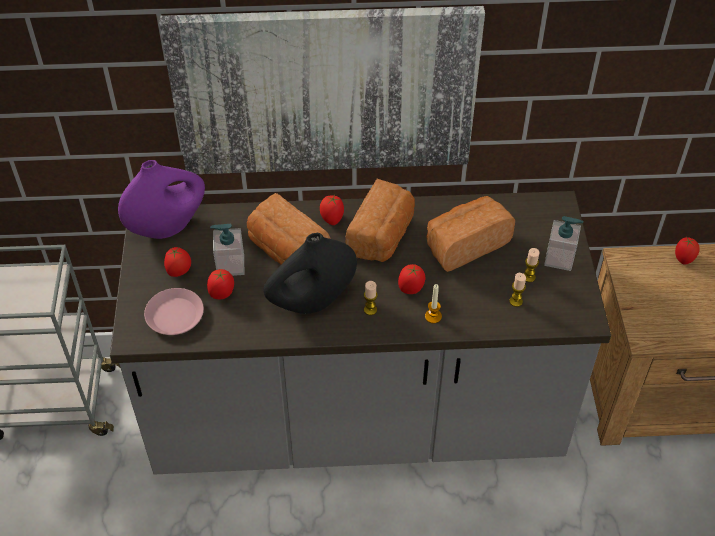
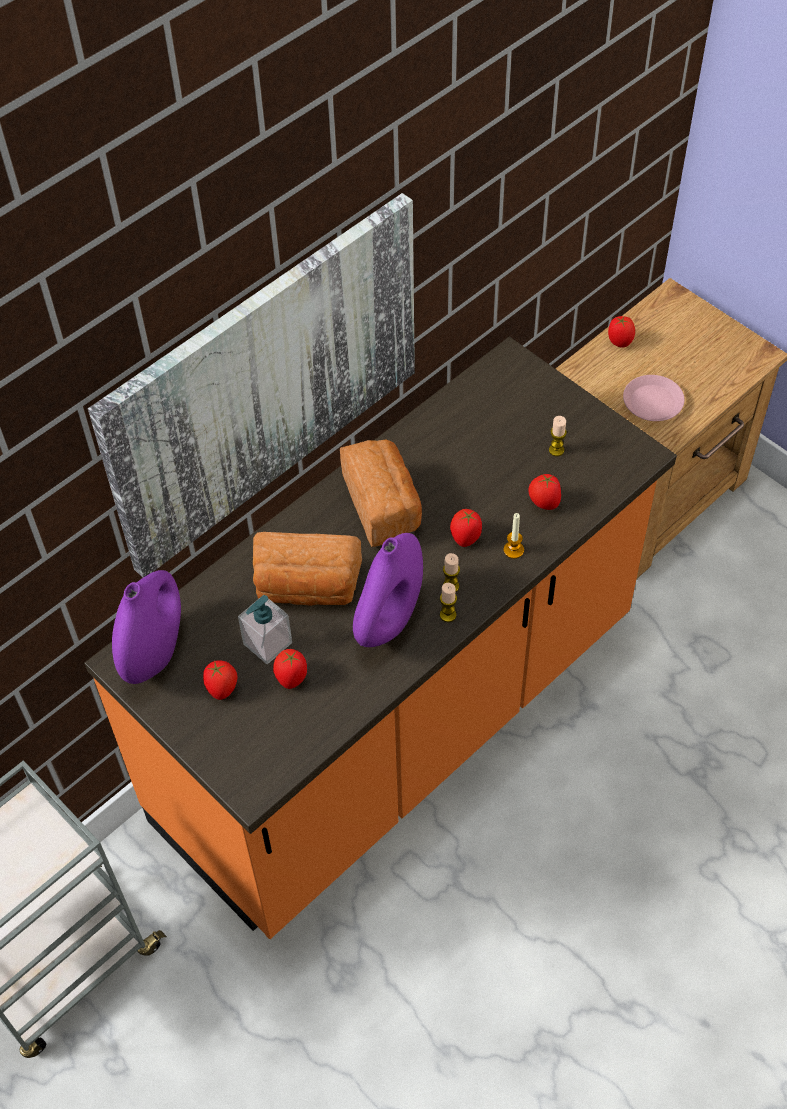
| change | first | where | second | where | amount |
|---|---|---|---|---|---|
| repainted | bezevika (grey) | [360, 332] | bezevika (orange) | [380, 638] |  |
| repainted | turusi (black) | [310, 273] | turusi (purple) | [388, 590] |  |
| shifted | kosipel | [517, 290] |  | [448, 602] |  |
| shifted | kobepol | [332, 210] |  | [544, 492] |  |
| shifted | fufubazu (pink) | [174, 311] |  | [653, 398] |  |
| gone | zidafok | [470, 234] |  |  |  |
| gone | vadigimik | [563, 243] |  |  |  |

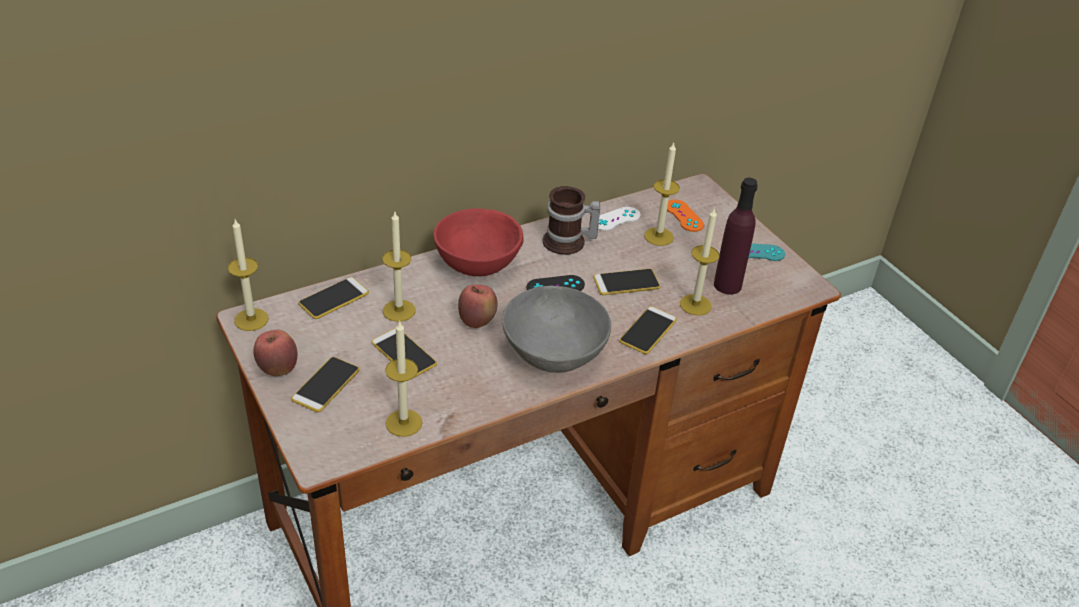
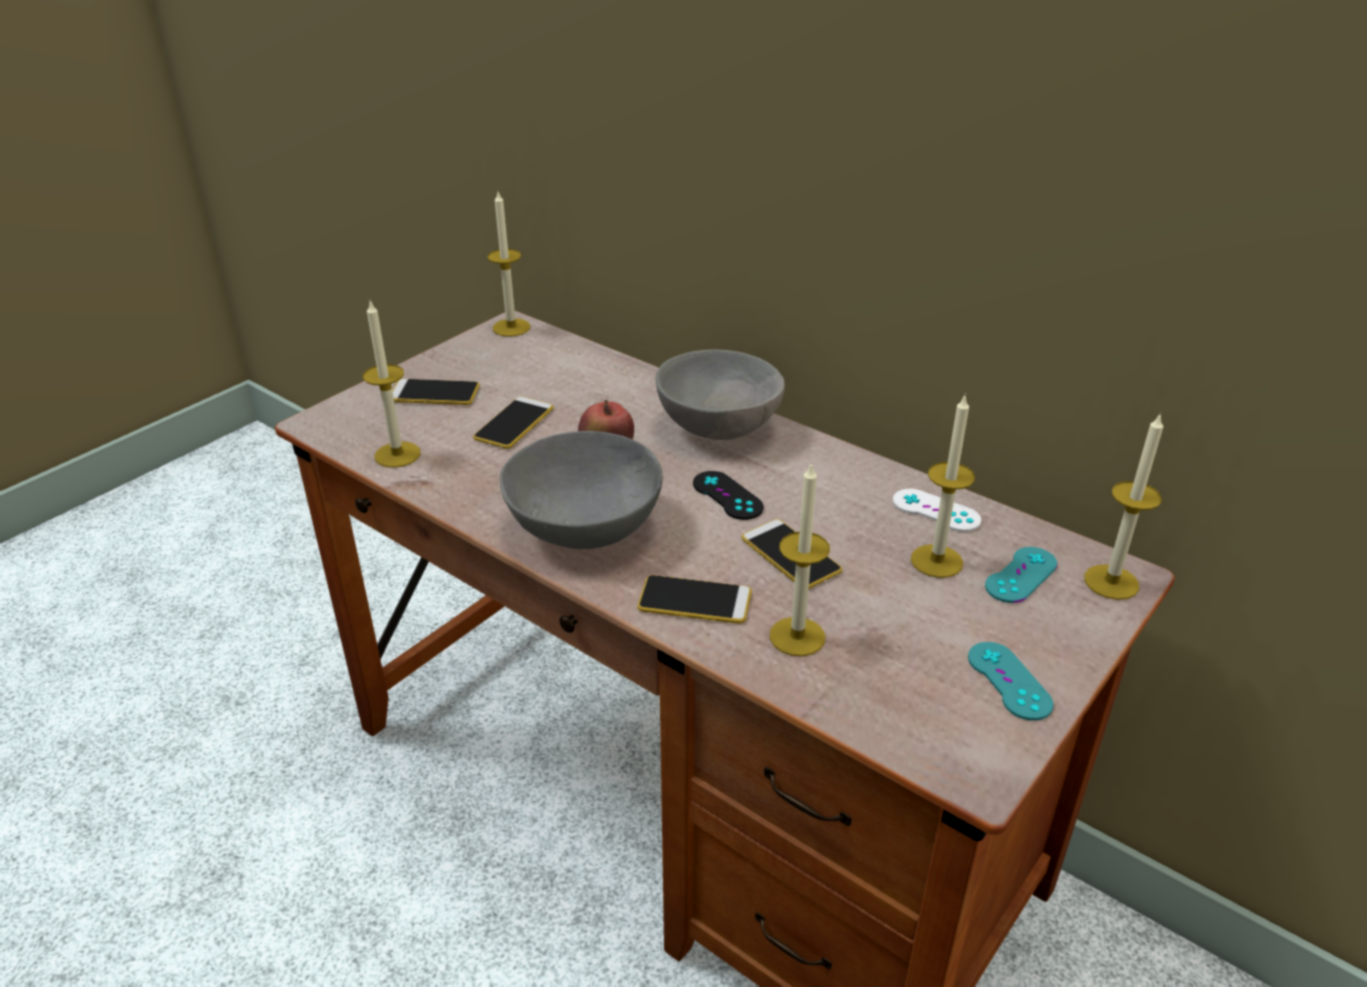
| change | first | where | second | where | amount |
|---|---|---|---|---|---|
| repainted | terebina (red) | [478, 242] | terebina (grey) | [720, 394] |  |
| repainted | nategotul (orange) | [685, 216] | nategotul (turquoise) | [1021, 575] |  |
| shifted | kosipel | [398, 267] |  | [1123, 506] |  |
| gone | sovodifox | [276, 353] |  |  |  |
| gone | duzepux | [333, 298] |  |  |  |
| gone | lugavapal | [571, 220] |  |  |  |
| gone | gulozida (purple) | [736, 236] |  |  |  |

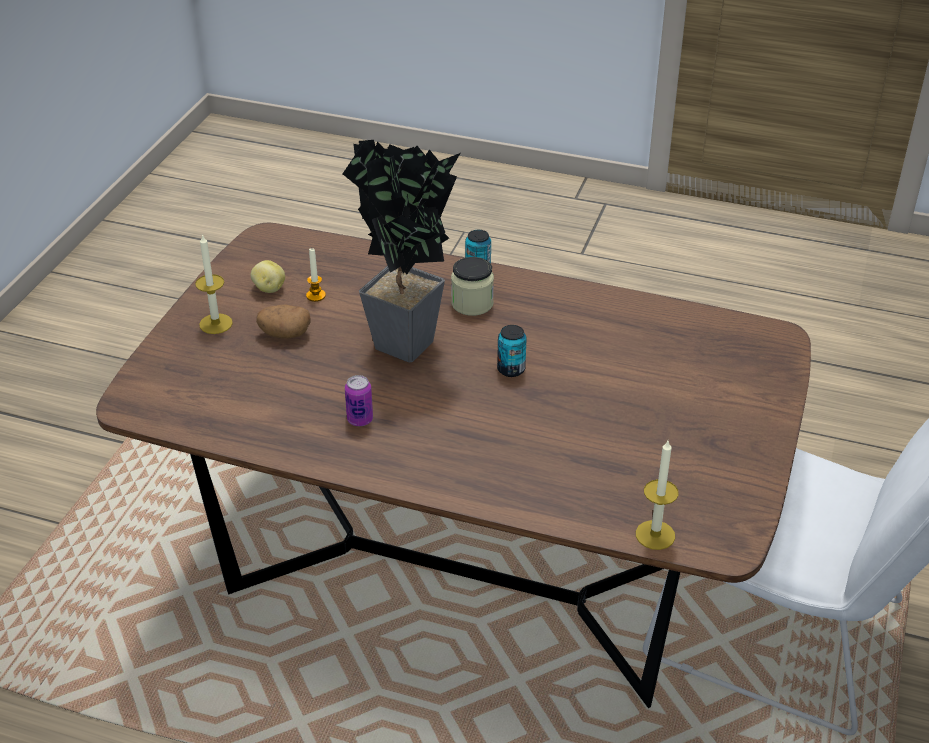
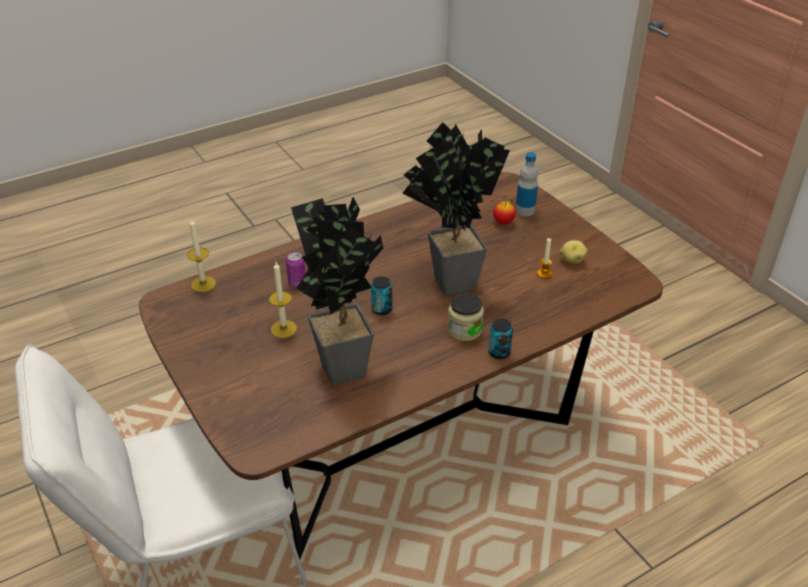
| change | first | where | second | where | amount |
|---|---|---|---|---|---|
| shifted | kosipel | [214, 284] |  | [283, 300] |  |
| shifted | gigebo | [359, 400] |  | [295, 269] |  |
| new |  |  | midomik | [337, 291] |  |
| new |  |  | sovodifox | [504, 211] |  |
| new |  |  | gulozida | [527, 184] |  |
| gone | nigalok | [283, 321] |  |  |  |

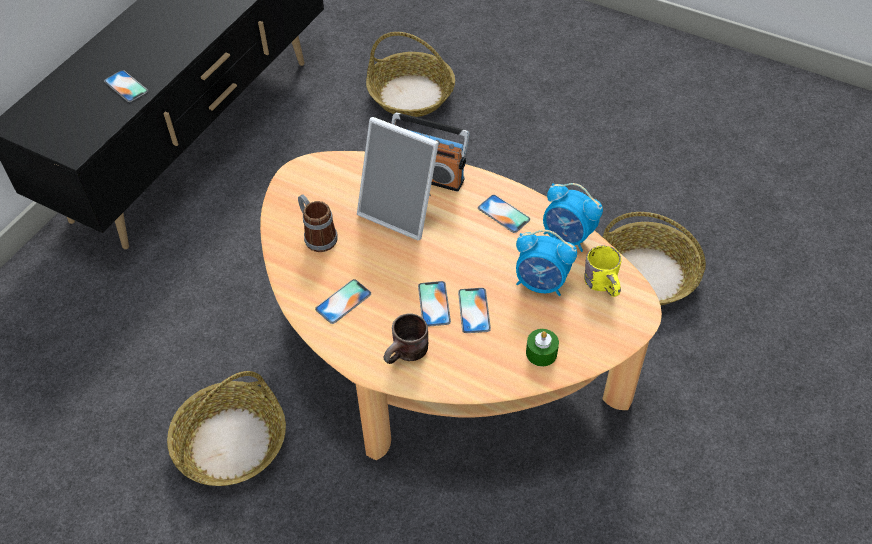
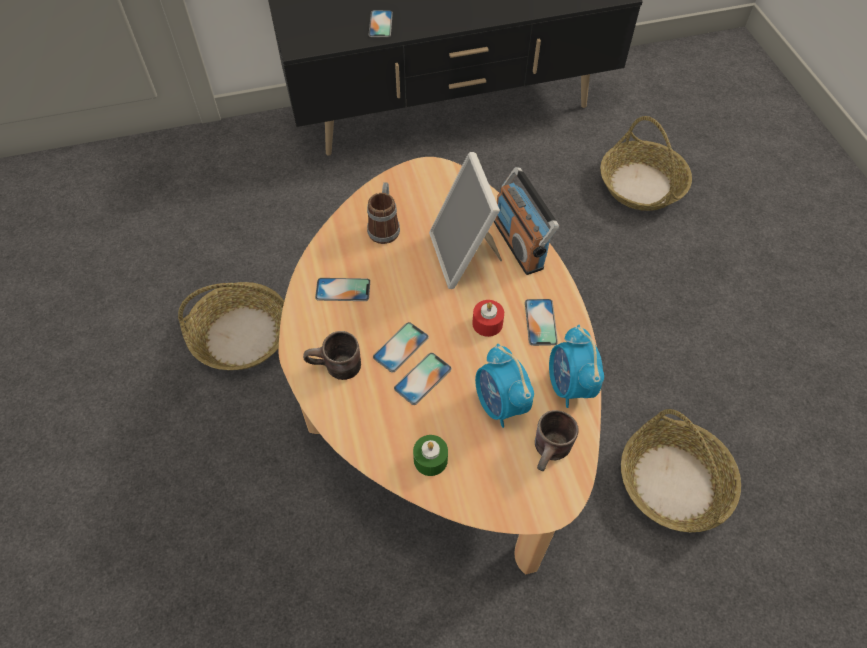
| change | first | where | second | where | amount |
|---|---|---|---|---|---|
| new |  |  | kosipel (red) | [488, 318] |  |
| repainted | lugavapal (yellow) | [603, 271] | lugavapal (brown) | [557, 440] |  |

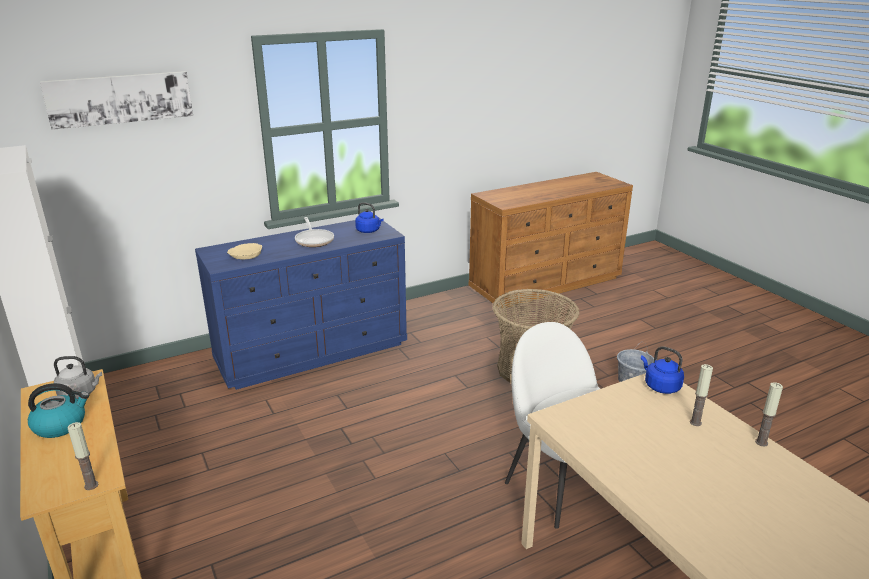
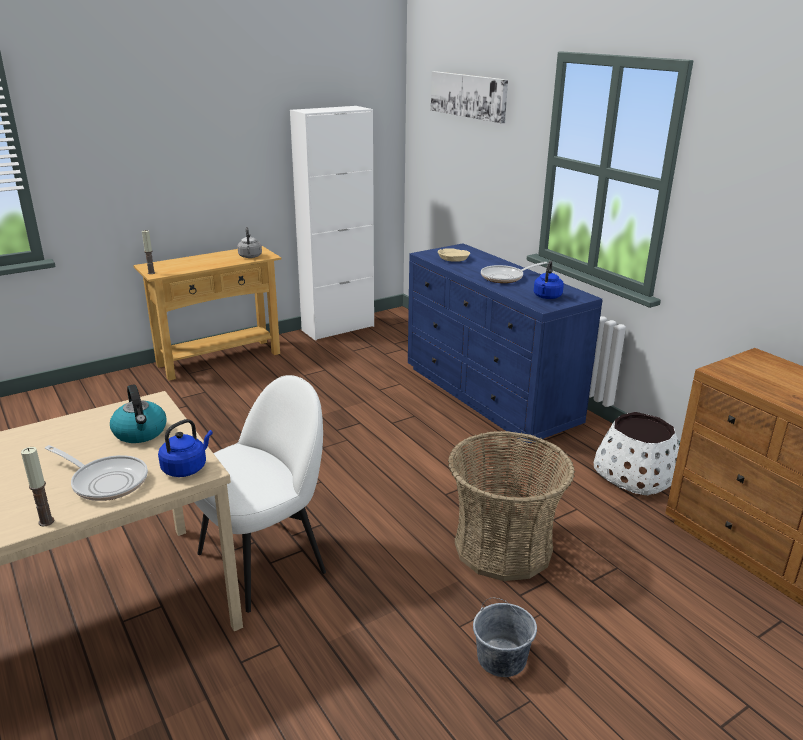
| change | first | where | second | where | amount |
|---|---|---|---|---|---|
| swapped | kosipel | [701, 395] | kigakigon | [96, 473] |  |
| shifted | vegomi | [58, 410] |  | [138, 413] |  |
| new |  |  | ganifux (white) | [636, 453] |  |

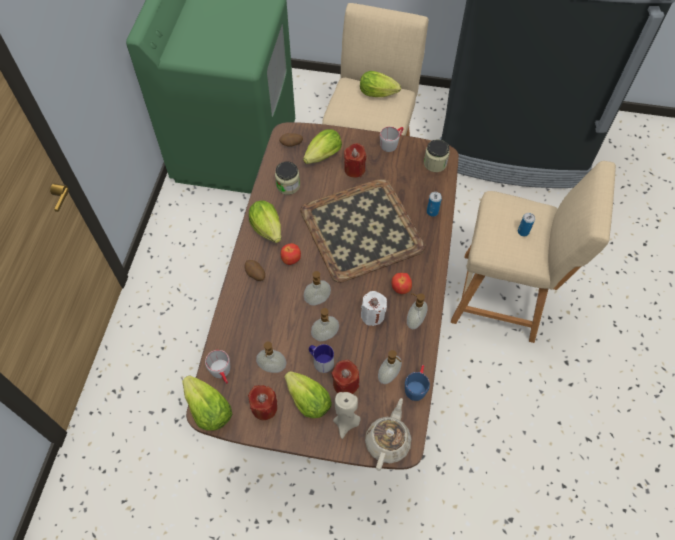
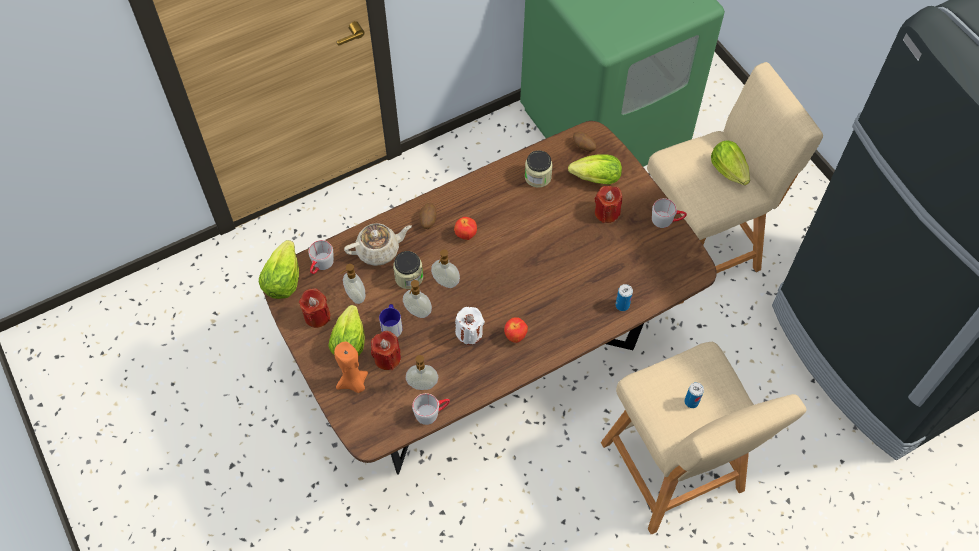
| change | first | where | second | where | amount |
|---|---|---|---|---|---|
| repainted | kosipel (beige) | [347, 415] | kosipel (orange) | [351, 367] |  |
| shifted | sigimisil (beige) | [388, 434] |  | [378, 244] |  |
| shifted | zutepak | [436, 156] |  | [408, 270] |  |
| repainted | lugavapal (blue) | [417, 383] | lugavapal (grey) | [431, 409] |  |
| gone | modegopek | [265, 221] |  |  |  |
| gone | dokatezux | [363, 230] |  |  |  |
| gone | vadigimik | [417, 311] |  |  |  |

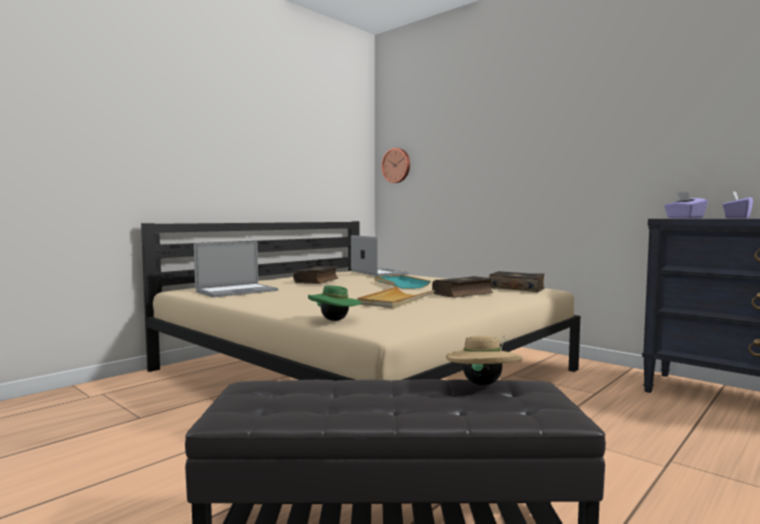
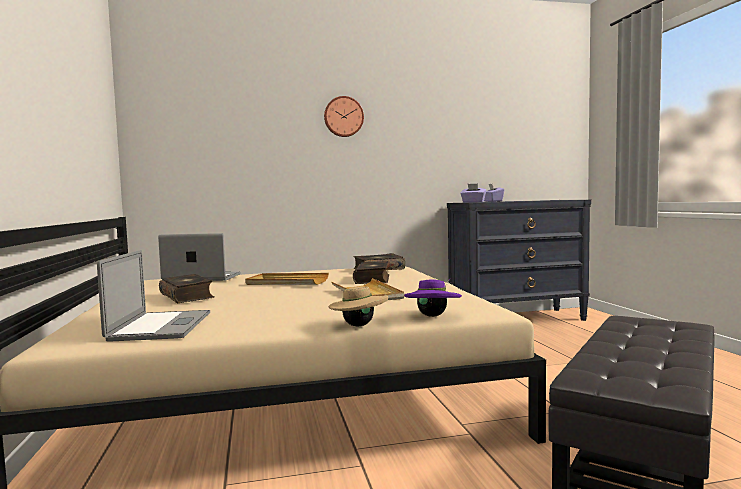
| change | first | where | second | where | amount |
|---|---|---|---|---|---|
| repainted | dokatezux (turquoise) | [402, 282] | dokatezux (beige) | [287, 279] |  |
| shifted | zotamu | [395, 165] |  | [344, 116] |  |
| shifted | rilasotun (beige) | [484, 360] |  | [358, 305] |  |
| repainted | rilasotun (green) | [335, 303] | rilasotun (purple) | [433, 298] |  |

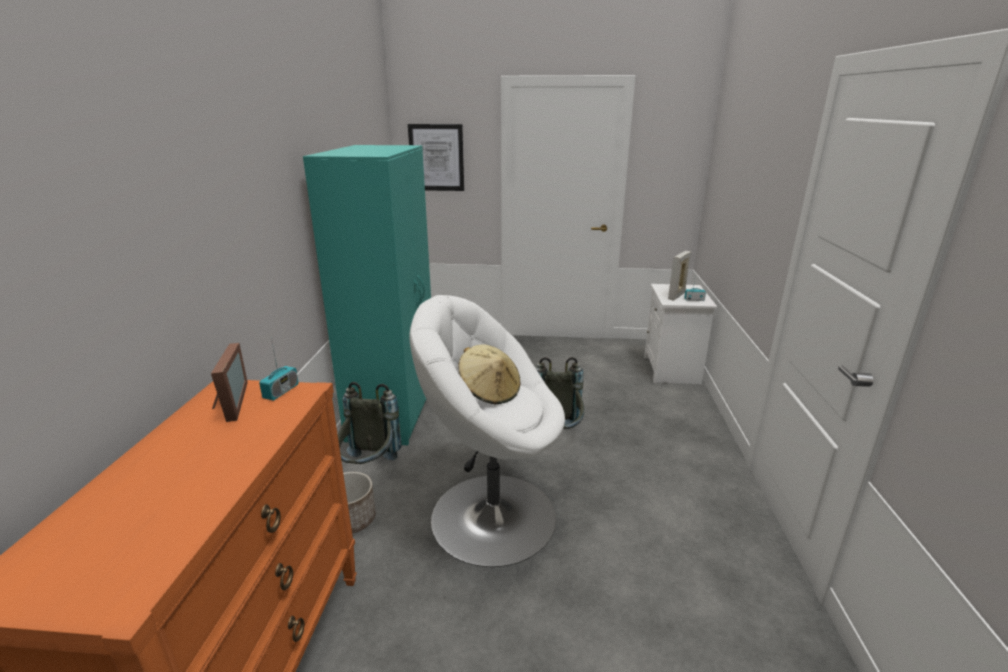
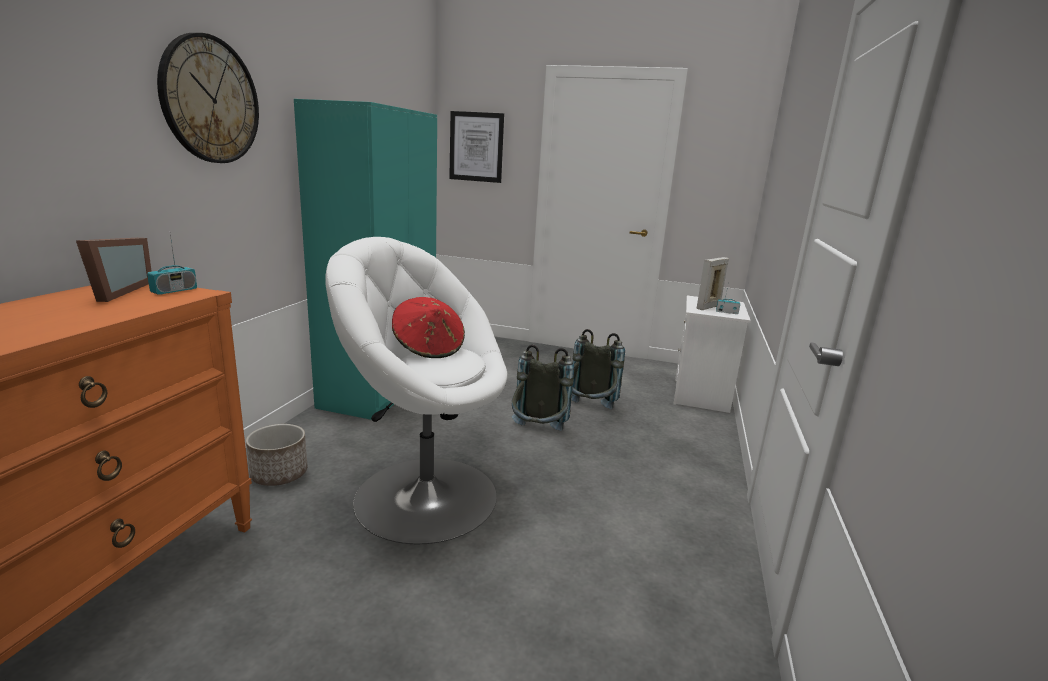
| change | first | where | second | where | amount |
|---|---|---|---|---|---|
| new |  |  | zotamu | [208, 98] |  |
| repainted | rilasotun (beige) | [489, 374] | rilasotun (red) | [428, 327] |  |
| shifted | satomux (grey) | [369, 423] |  | [598, 369] |  |

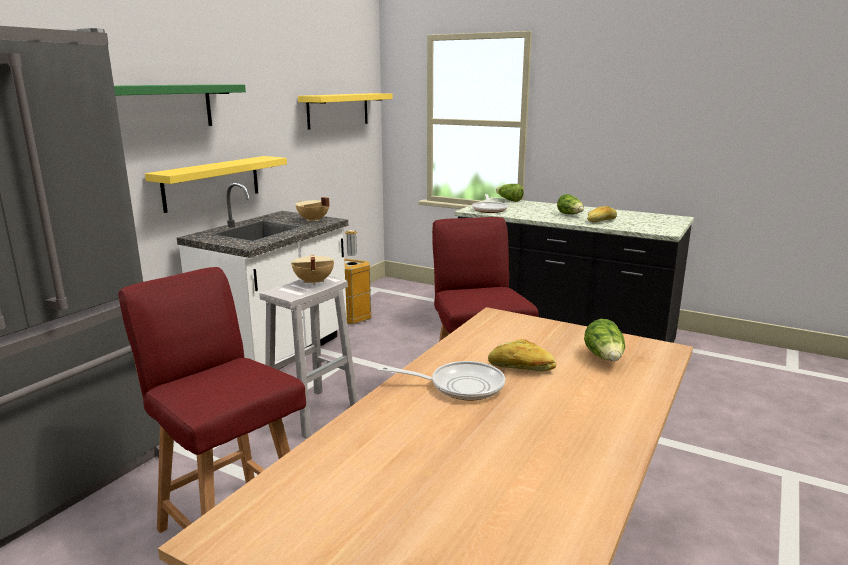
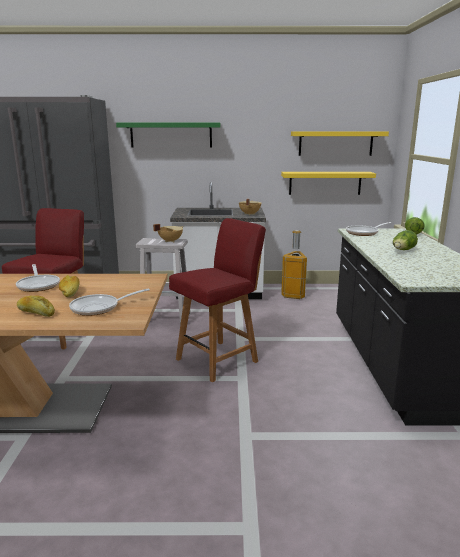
| change | first | where | second | where | amount |
|---|---|---|---|---|---|
| shifted | zidafok | [602, 214] |  | [36, 306] |  |
| swapped | modegopek | [604, 340] | kigakigon | [109, 302] |  |
| shifted | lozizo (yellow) | [216, 184] |  | [328, 183] |  |

